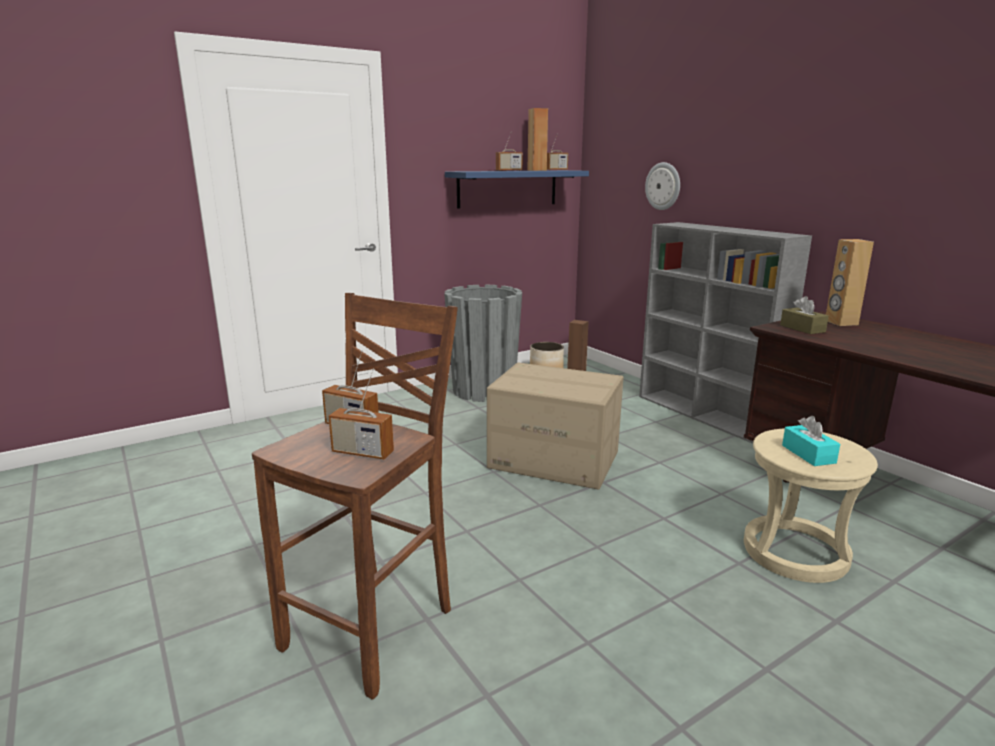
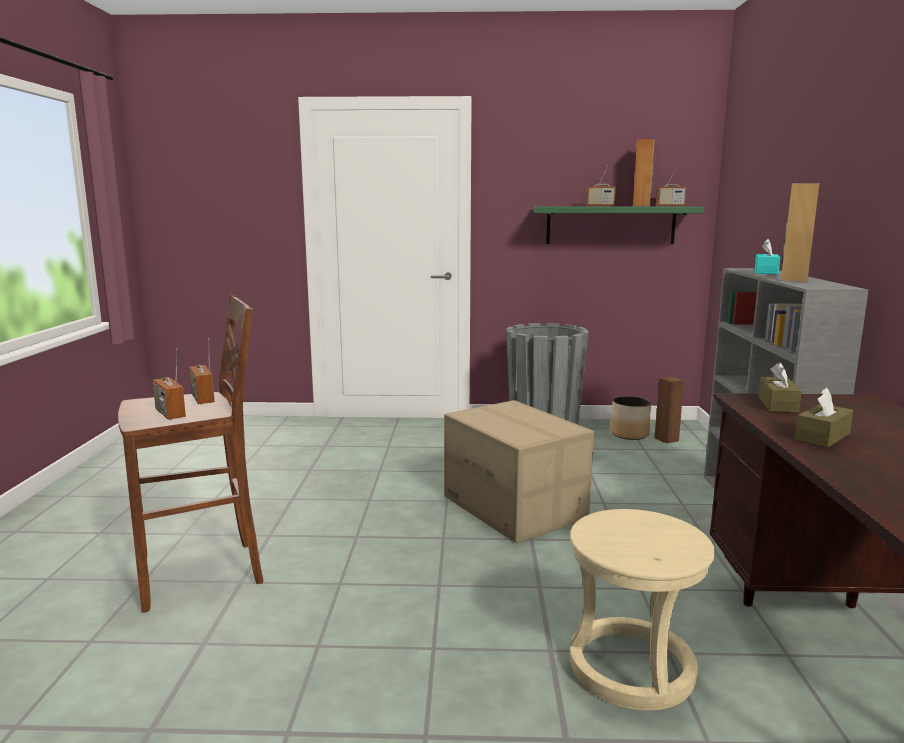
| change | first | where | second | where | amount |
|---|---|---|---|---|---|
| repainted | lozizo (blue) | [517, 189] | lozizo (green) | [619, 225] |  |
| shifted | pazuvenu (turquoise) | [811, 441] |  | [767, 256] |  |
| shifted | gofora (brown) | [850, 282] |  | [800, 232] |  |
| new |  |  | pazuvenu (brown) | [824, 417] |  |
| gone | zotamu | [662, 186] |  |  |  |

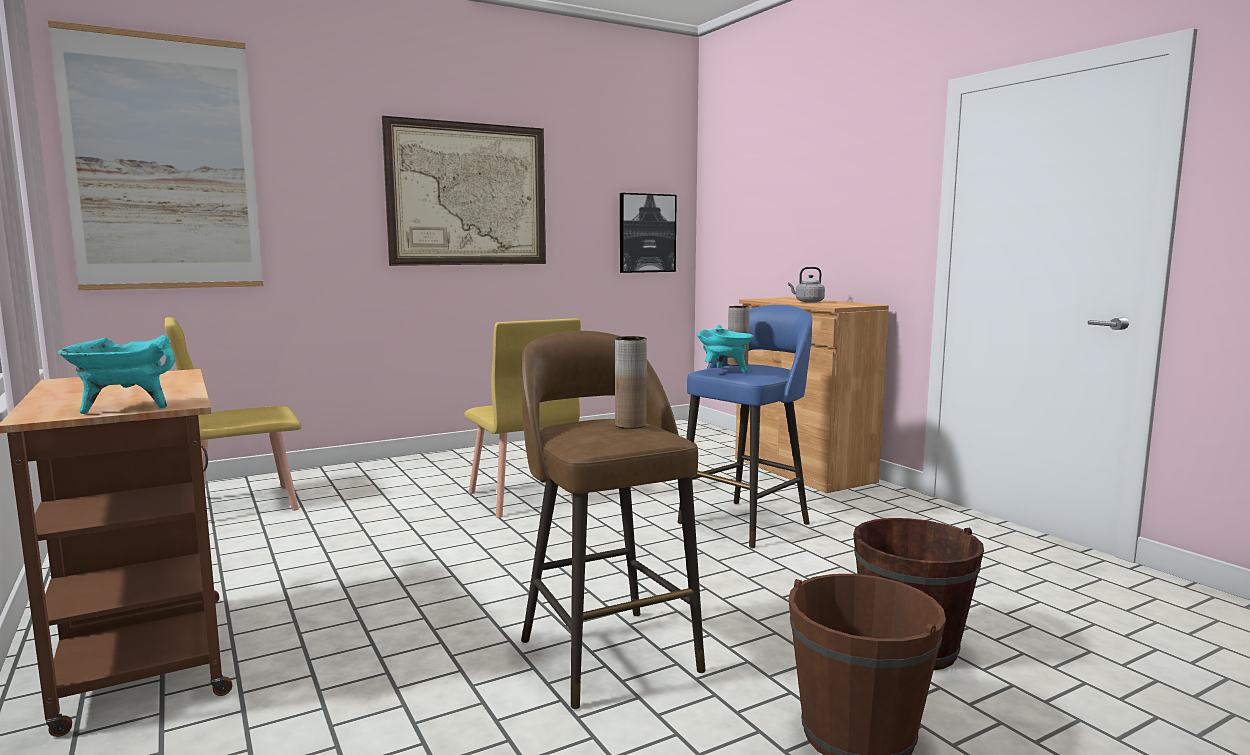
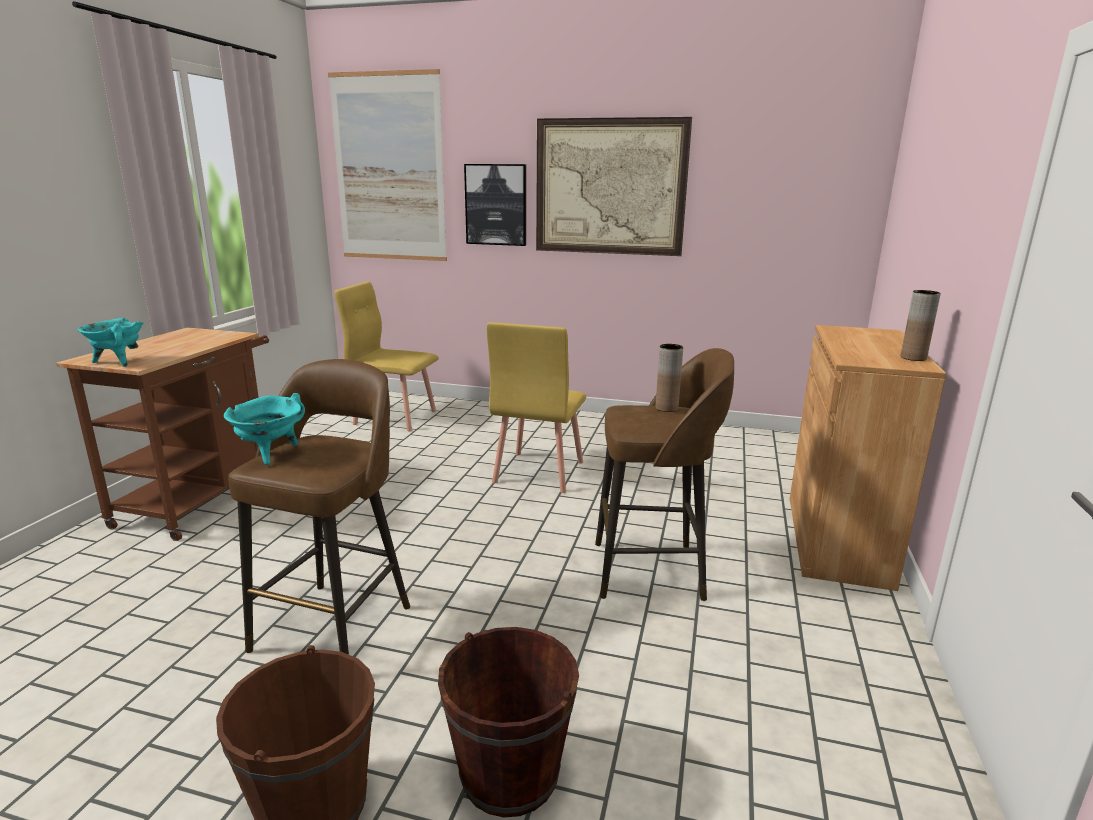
| change | first | where | second | where | amount |
|---|---|---|---|---|---|
| shifted | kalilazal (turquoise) | [725, 349] |  | [264, 429] |  |
| shifted | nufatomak | [648, 233] |  | [495, 205] |  |
| repainted | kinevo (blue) | [745, 426] | kinevo (brown) | [664, 474] |  |
| shifted | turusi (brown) | [631, 382] |  | [921, 325] |  |
| gone | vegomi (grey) | [806, 285] |  |  |  |

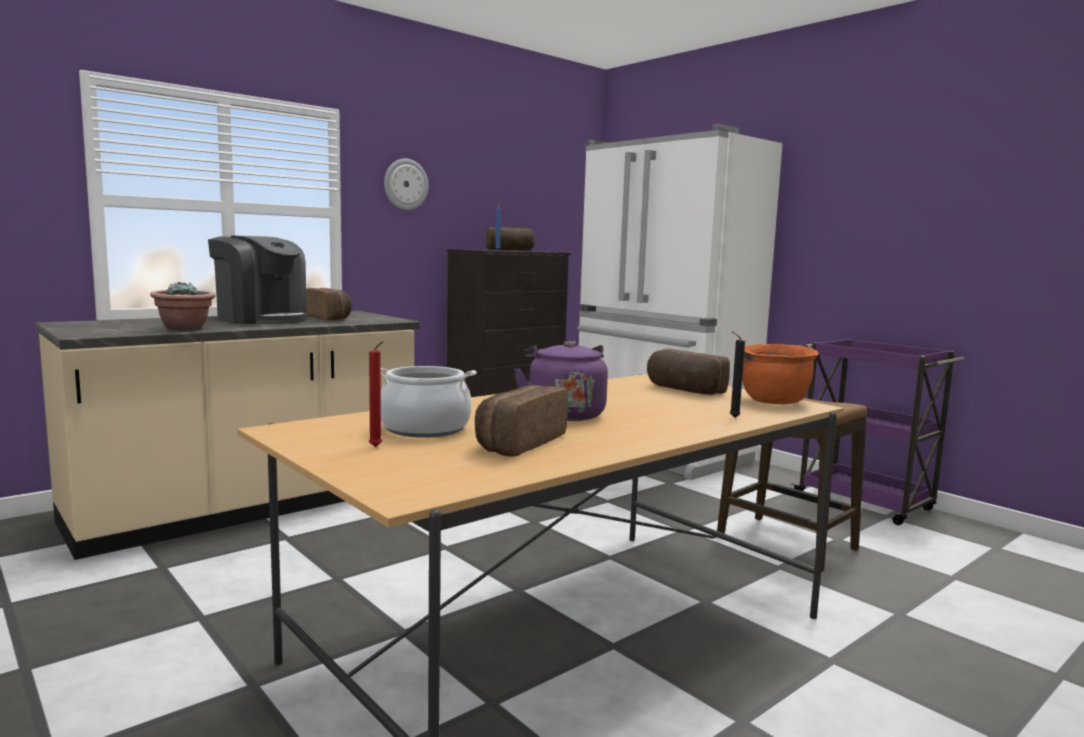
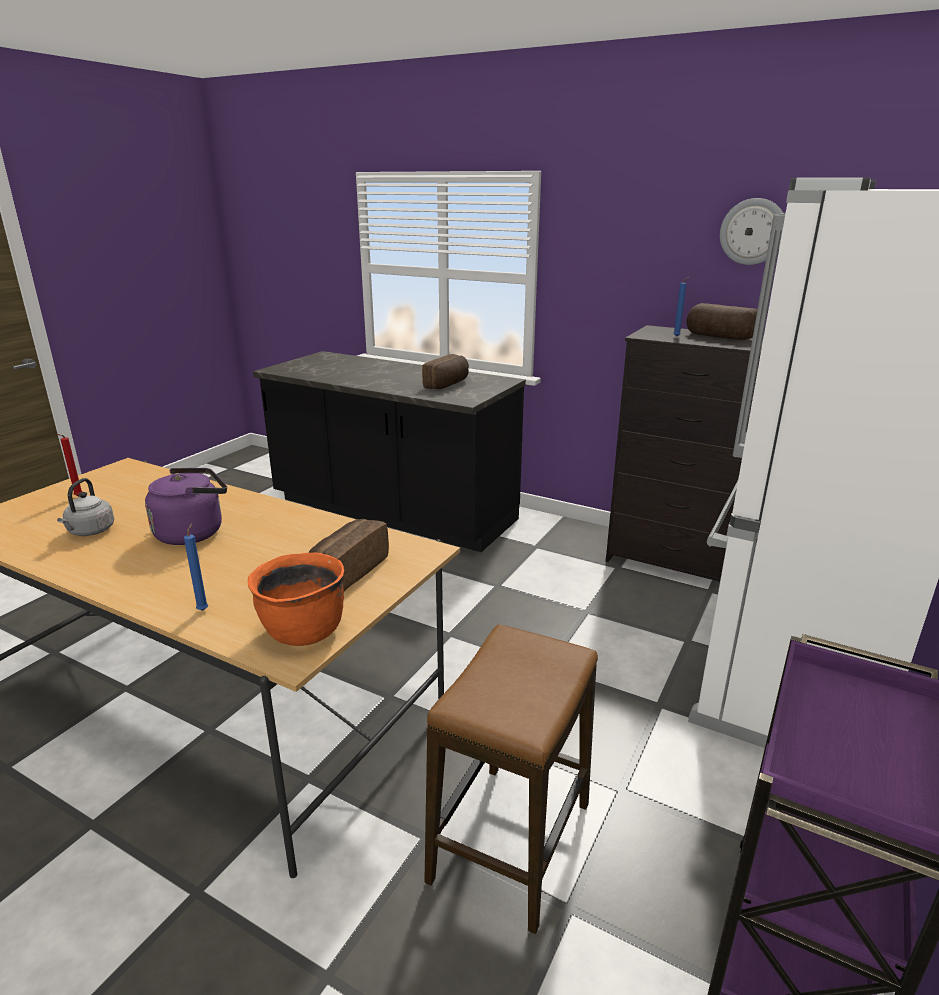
| change | first | where | second | where | amount |
|---|---|---|---|---|---|
| swapped | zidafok | [521, 420] | vegomi (grey) | [85, 507] |  |
| repainted | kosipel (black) | [737, 374] | kosipel (blue) | [196, 567] |  |
| repainted | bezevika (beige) | [227, 435] | bezevika (black) | [389, 451] |  |
| shifted | zotamu | [406, 184] |  | [751, 231] |  |
| gone | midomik | [182, 306] |  |  |  |
| gone | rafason | [257, 279] |  |  |  |
| gone | kalilazal | [429, 402] |  |  |  |

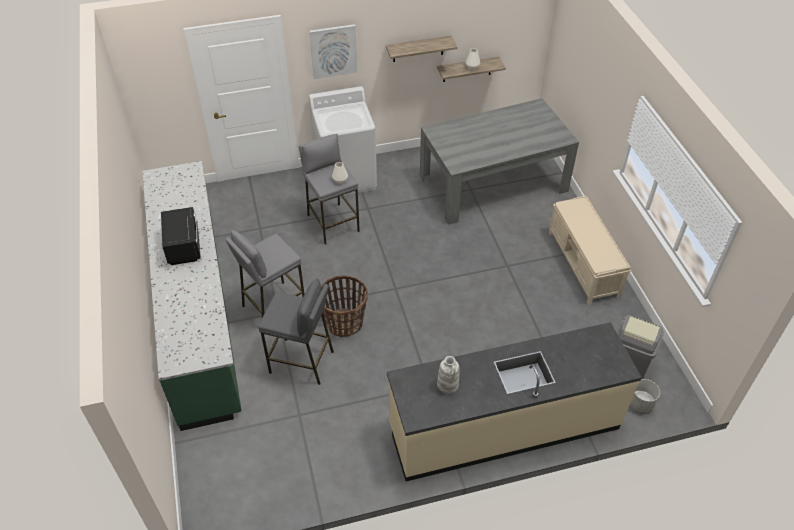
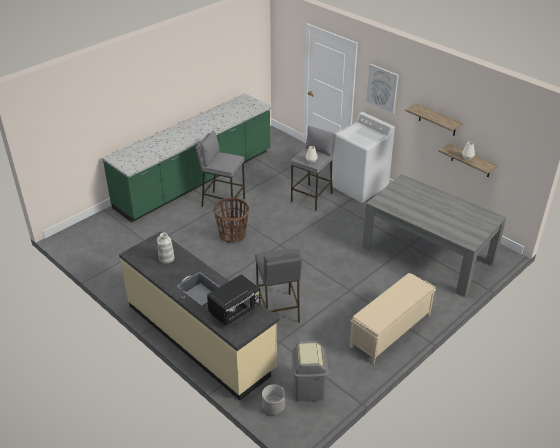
| change | first | where | second | where | amount |
|---|---|---|---|---|---|
| shifted | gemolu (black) | [181, 236] |  | [234, 300] |  |
| shifted | kinevo (grey) | [296, 331] |  | [278, 285] |  |

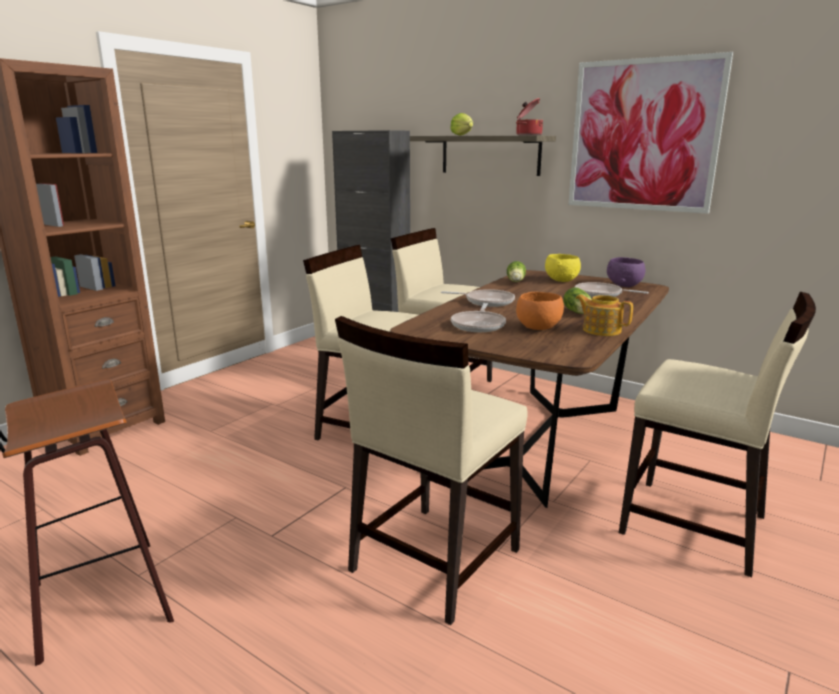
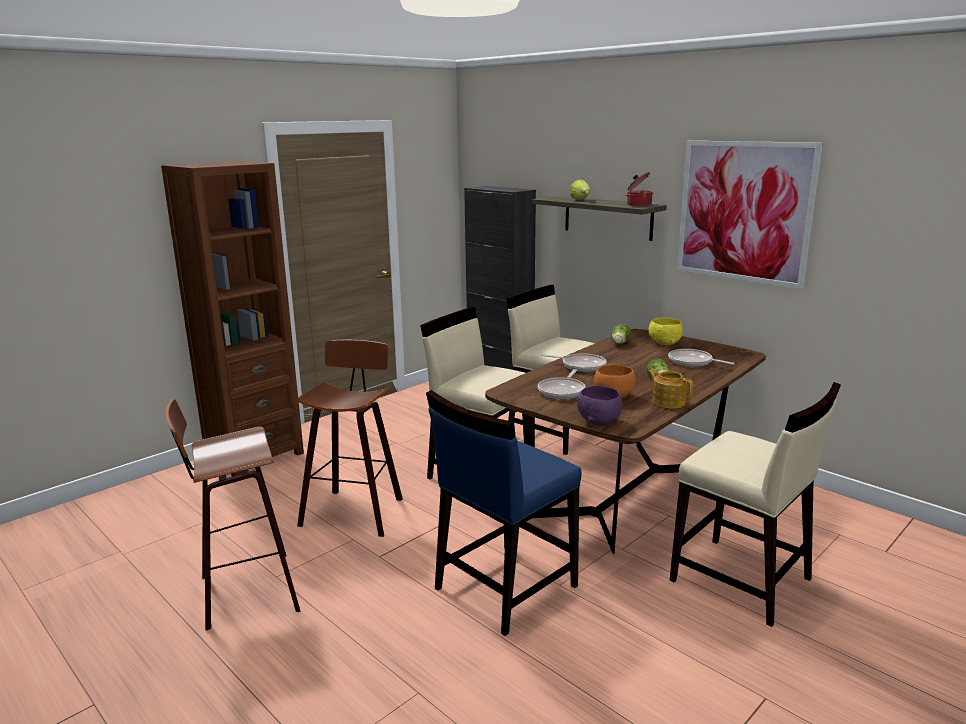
| change | first | where | second | where | amount |
|---|---|---|---|---|---|
| new |  |  | kinevo | [350, 438] |  |
| repainted | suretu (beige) | [431, 470] | suretu (blue) | [503, 513] |  |
| shifted | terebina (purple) | [626, 272] |  | [599, 405] |  |

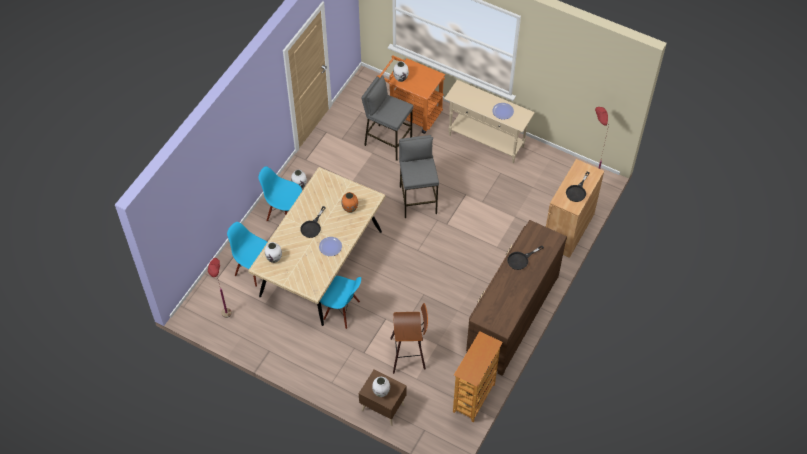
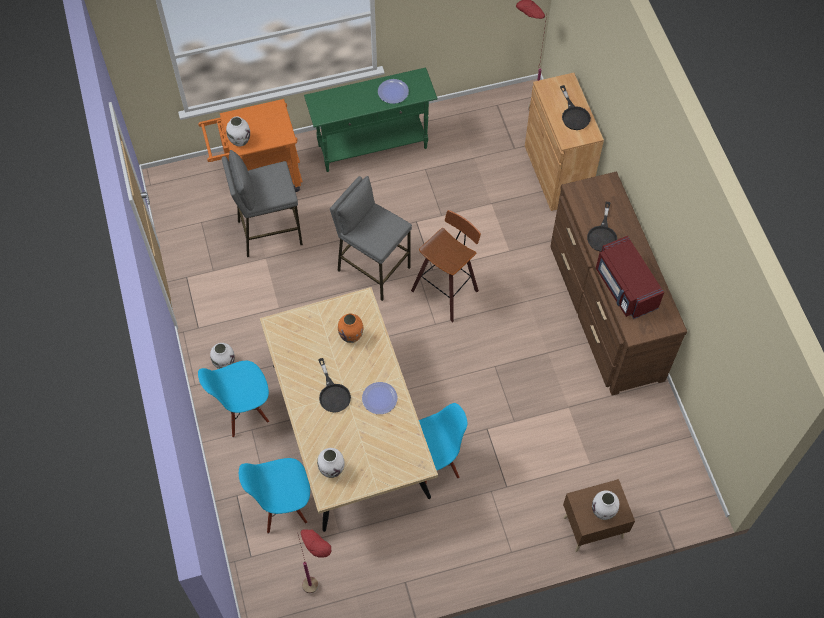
| change | first | where | second | where | amount |
|---|---|---|---|---|---|
| repainted | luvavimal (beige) | [489, 121] | luvavimal (green) | [371, 120] |  |
| shifted | kinevo | [409, 338] |  | [446, 266] |  |
| new |  |  | gemolu (red) | [630, 277] |  |
| gone | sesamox | [478, 377] |  |  |  |

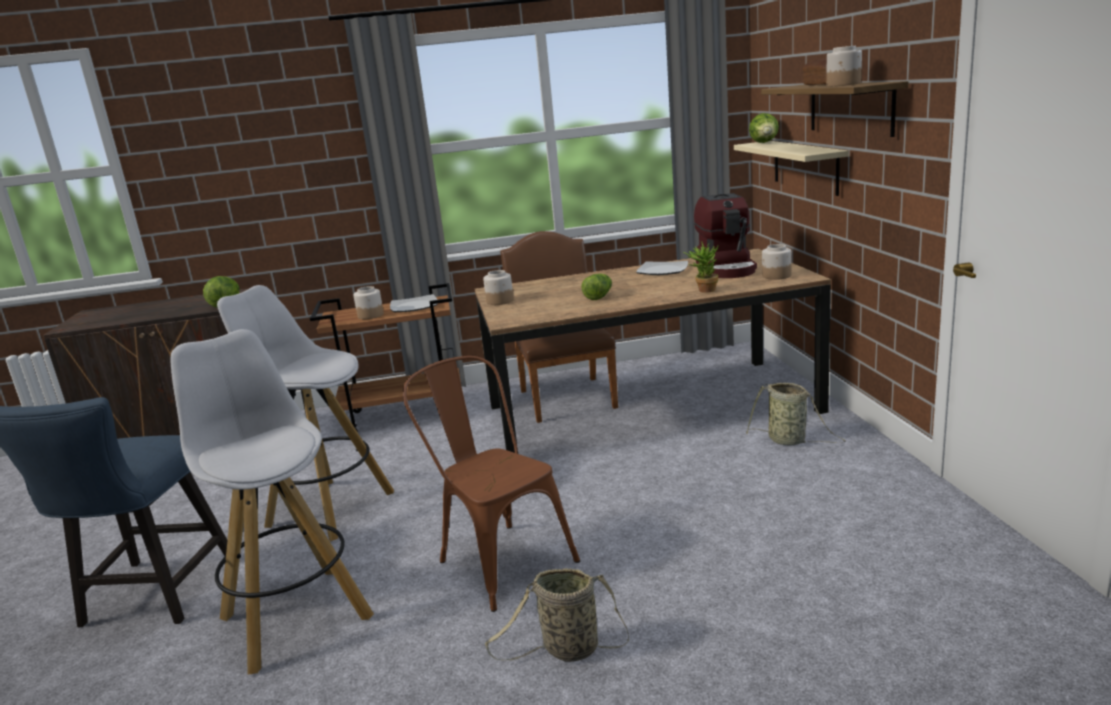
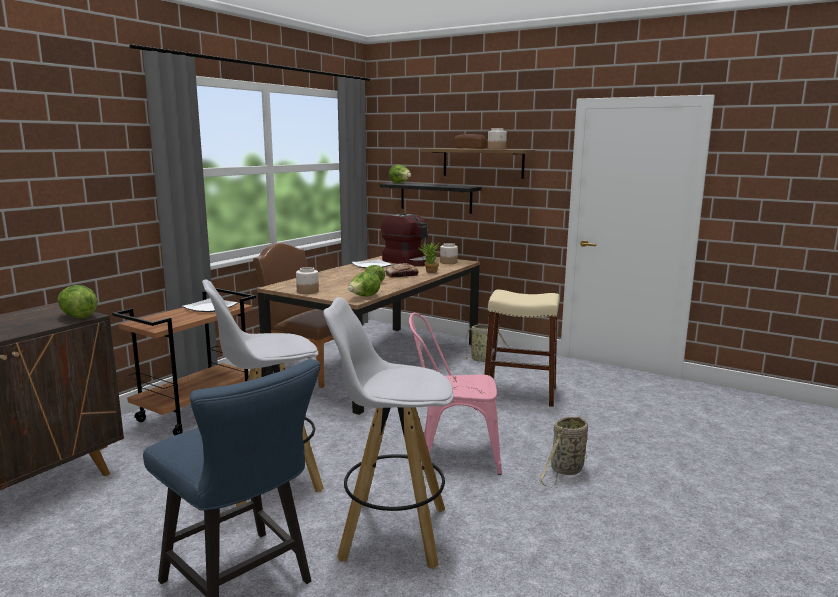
| change | first | where | second | where | amount |
|---|---|---|---|---|---|
| new |  |  | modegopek | [364, 284] |  |
| repainted | lozizo (beige) | [791, 168] | lozizo (black) | [431, 198] |  |
| new |  |  | zidafok | [402, 270] |  |
| repainted | suretu (brown) | [491, 484] | suretu (pink) | [455, 394] |  |
| new |  |  | kinevo (beige) | [521, 348] |  |
| gone | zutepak | [368, 302] |  |  |  |

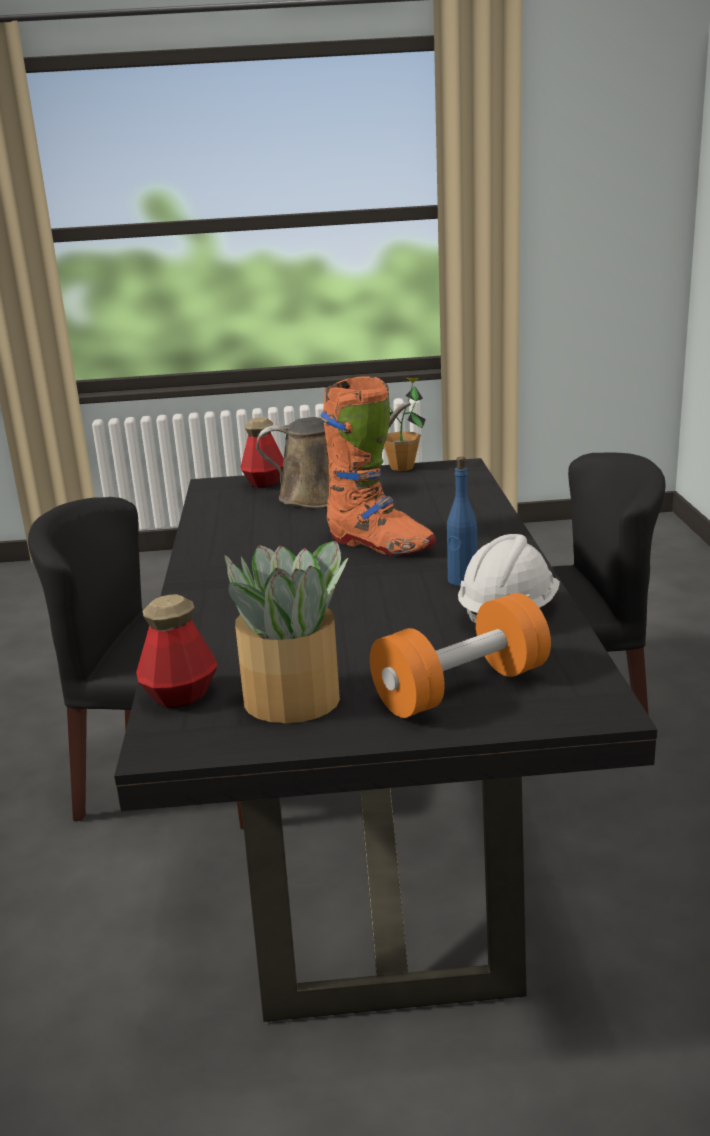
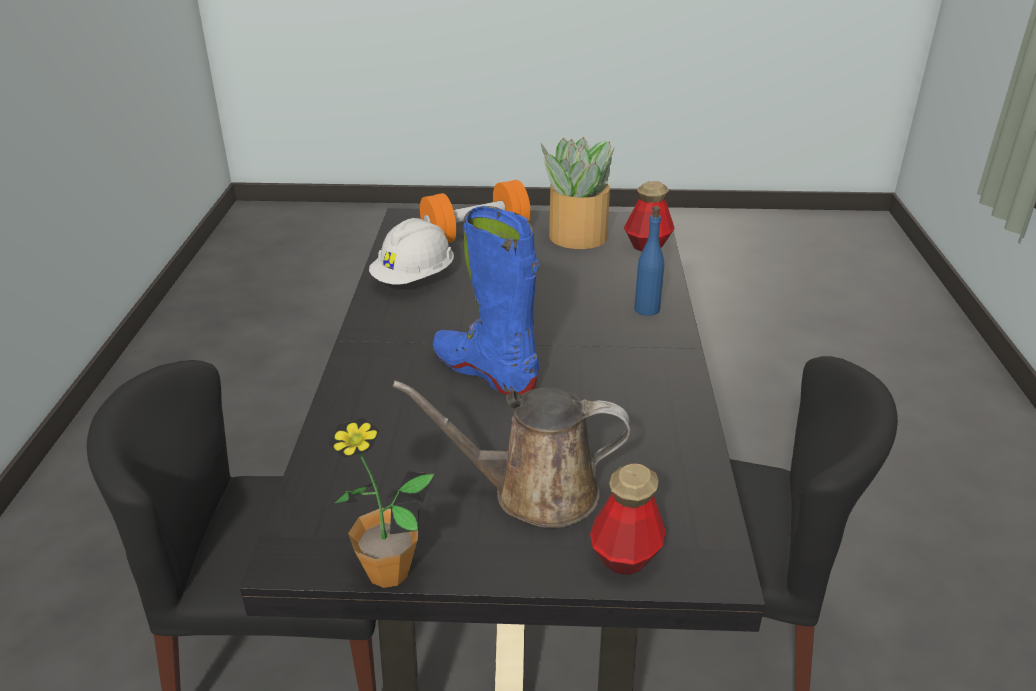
| change | first | where | second | where | amount |
|---|---|---|---|---|---|
| repainted | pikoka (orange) | [378, 465] | pikoka (blue) | [486, 300] |  |
| shifted | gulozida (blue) | [462, 521] |  | [649, 261] |  |

